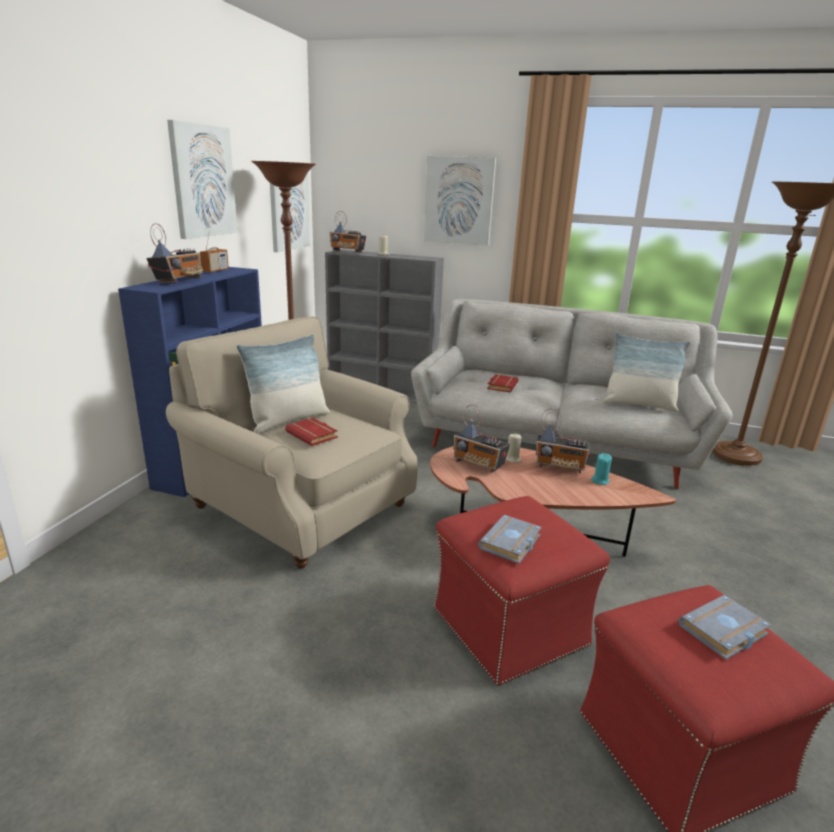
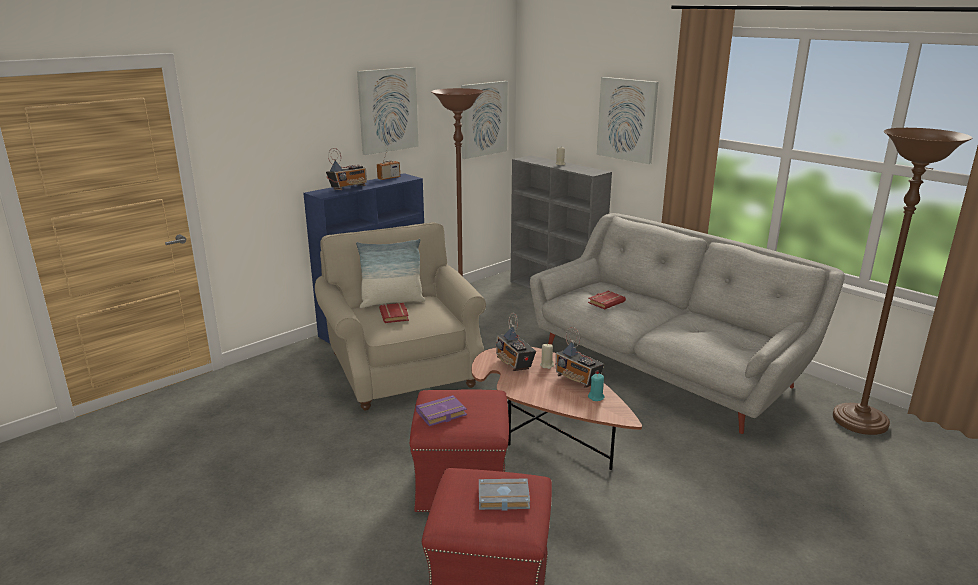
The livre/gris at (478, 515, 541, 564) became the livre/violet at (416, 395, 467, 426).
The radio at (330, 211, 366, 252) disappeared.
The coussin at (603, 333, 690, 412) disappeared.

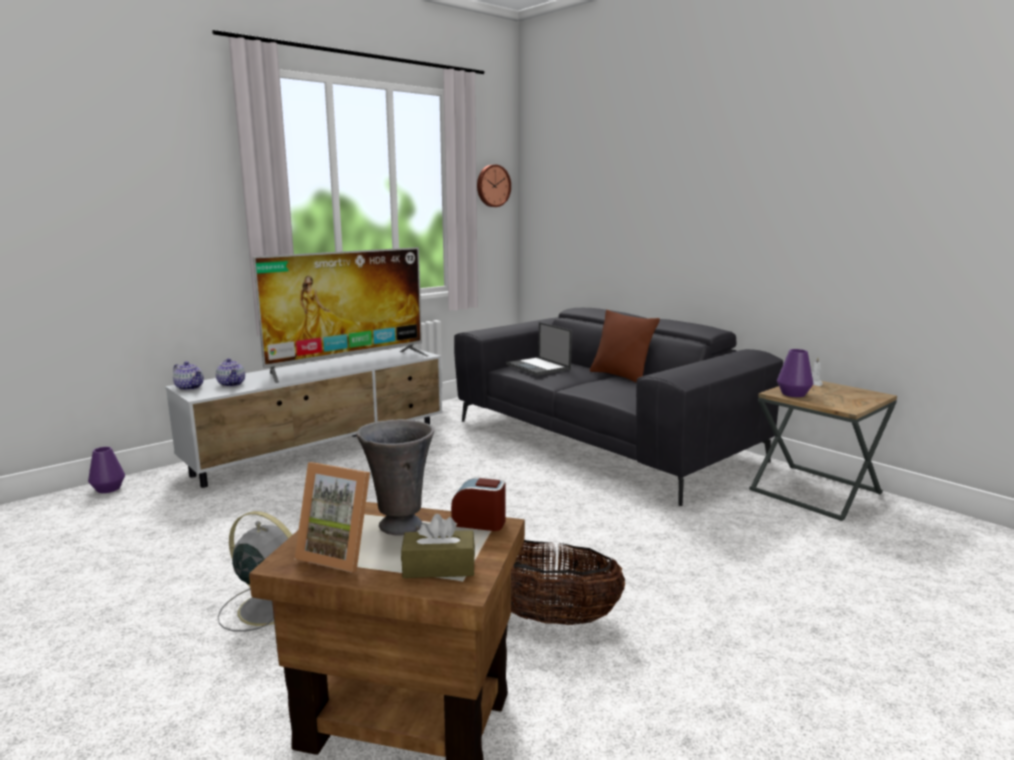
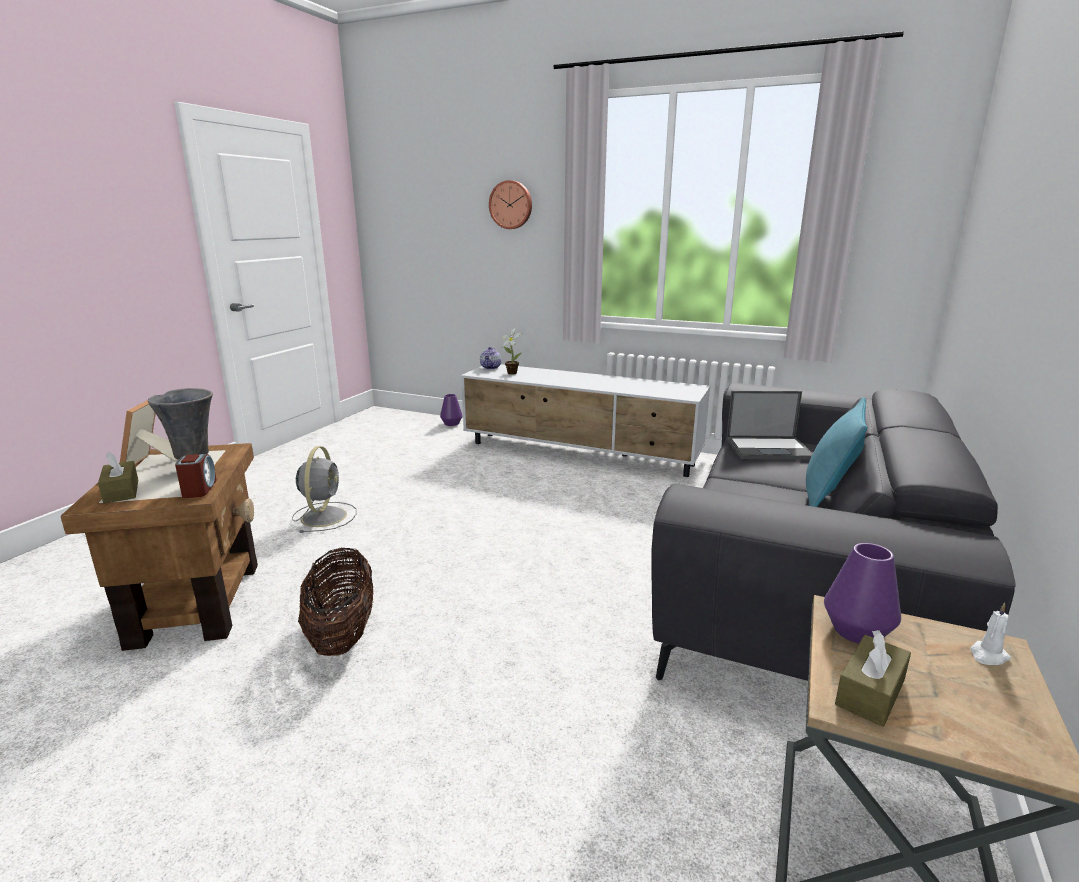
The horloge murale moved from (477, 165, 511, 207) to (489, 180, 532, 229).
The théière at (216, 358, 245, 387) was replaced by the plante en pot at (501, 328, 522, 375).
The ordinateur portable at (506, 322, 572, 376) turned 120 degrees counterclockwise.
The coussin/marron at (590, 310, 660, 383) became the coussin/turquoise at (806, 397, 867, 507).
The boîte à mouchoirs/marron at (835, 630, 911, 727) appeared.
The téléviseur at (253, 247, 428, 383) disappeared.

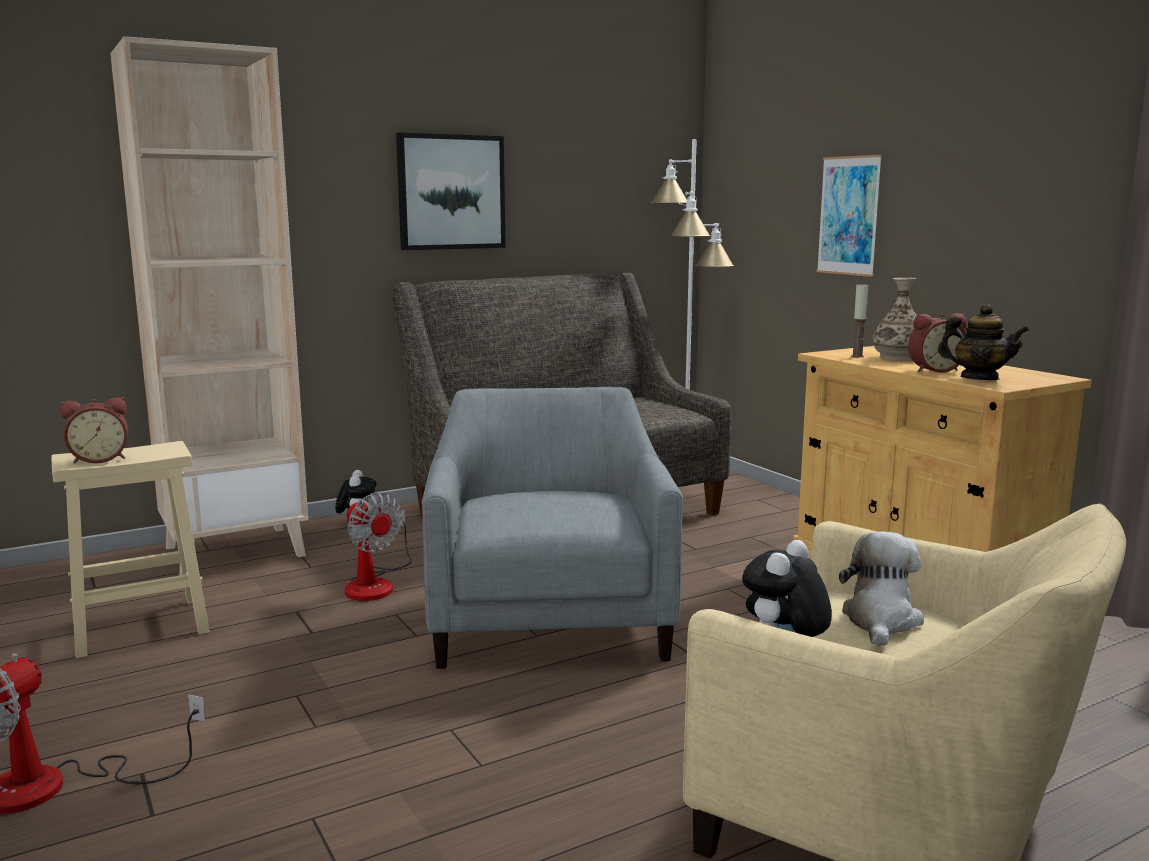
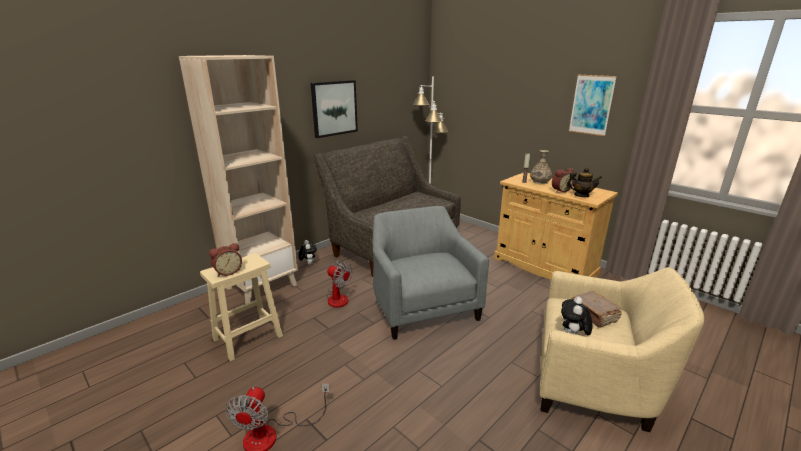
The tableau moved from (816, 154, 882, 277) to (569, 75, 617, 136).
The peluche at (839, 531, 924, 647) was replaced by the livre/marron at (572, 291, 622, 327).

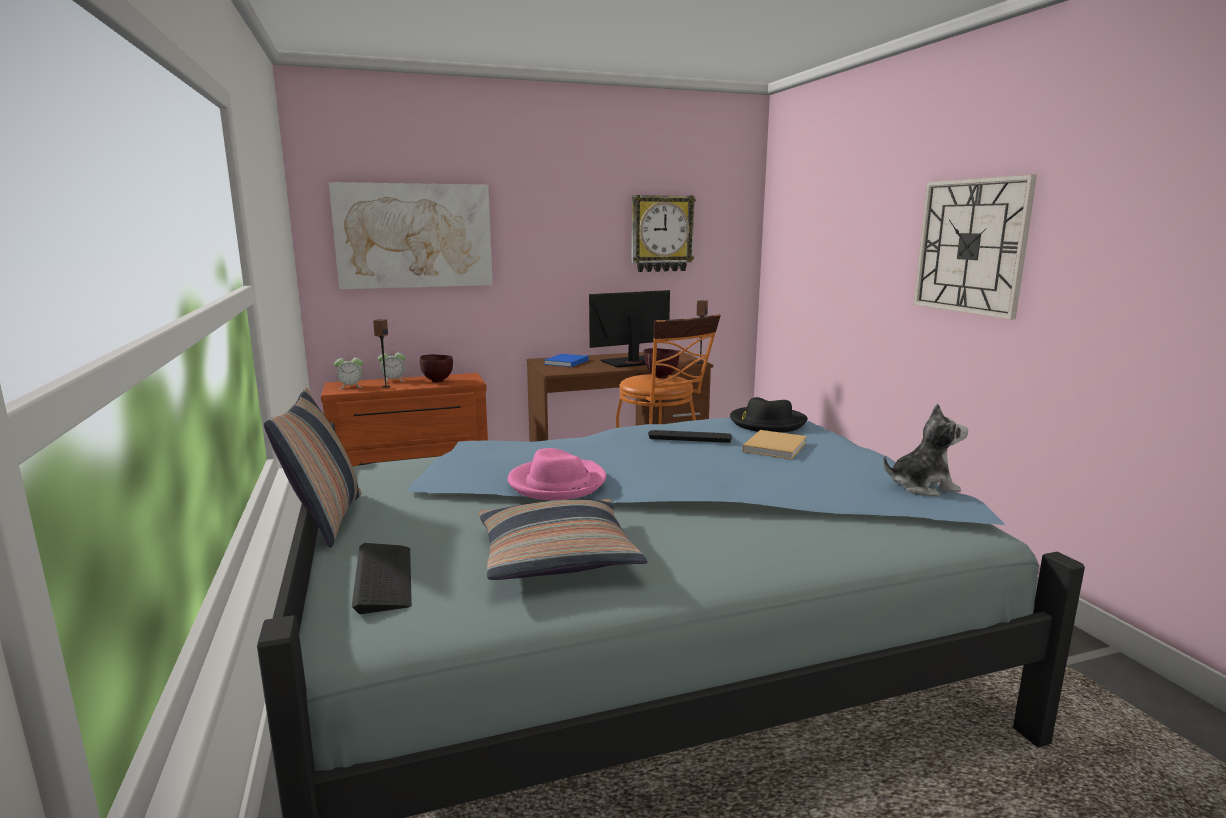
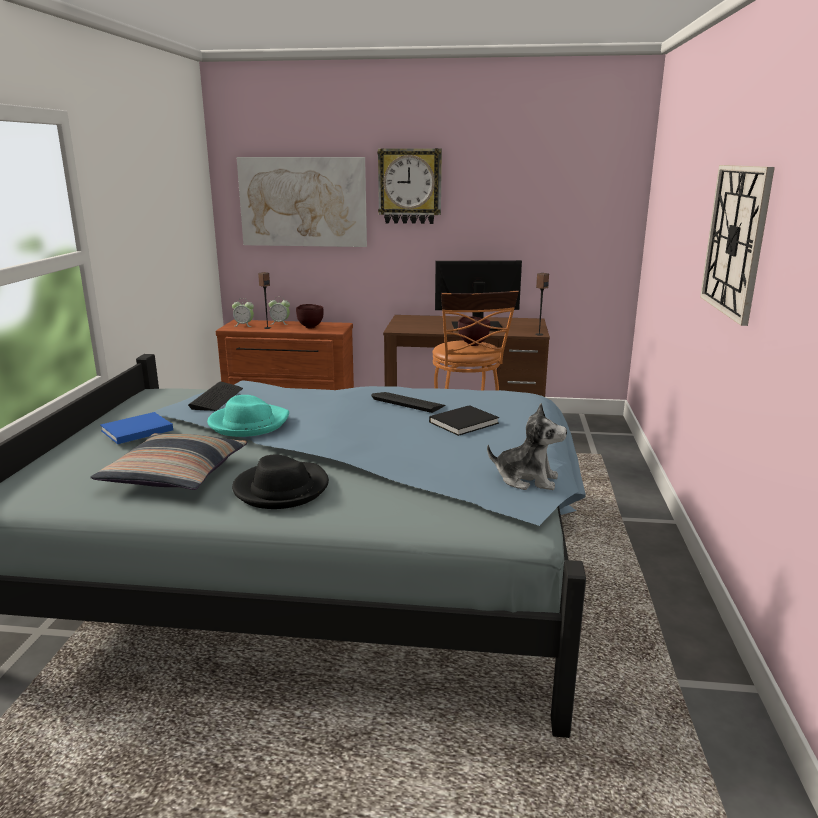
The livre/bleu moved from (544, 354, 589, 367) to (100, 412, 173, 444).
The clavier moved from (352, 543, 412, 614) to (188, 381, 243, 411).
The chapeau/rose at (508, 448, 606, 500) became the chapeau/turquoise at (207, 395, 289, 437).
The chapeau/noir moved from (730, 397, 808, 433) to (232, 454, 329, 509).
The horloge murale moved from (631, 195, 696, 272) to (377, 148, 442, 224).
The livre/beige at (743, 430, 807, 459) became the livre/noir at (429, 405, 499, 436).
The coussin at (264, 388, 361, 548) disappeared.

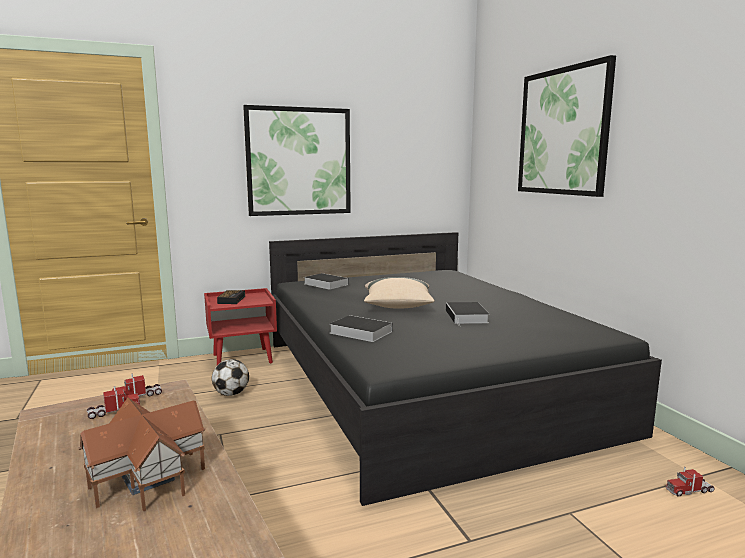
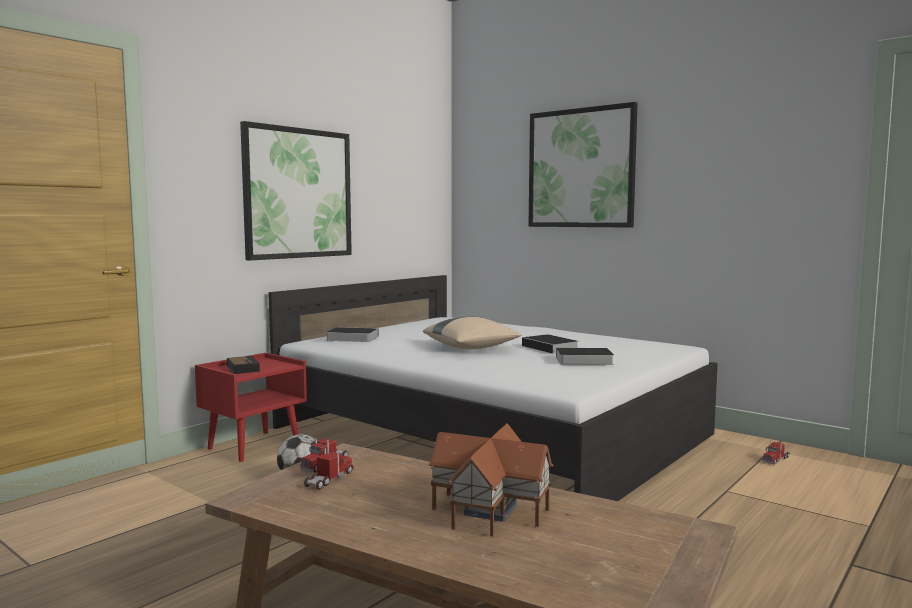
The lit/noir at (269, 232, 662, 506) became the lit/blanc at (268, 275, 718, 501).
The livre moved from (330, 315, 392, 342) to (548, 348, 614, 365).

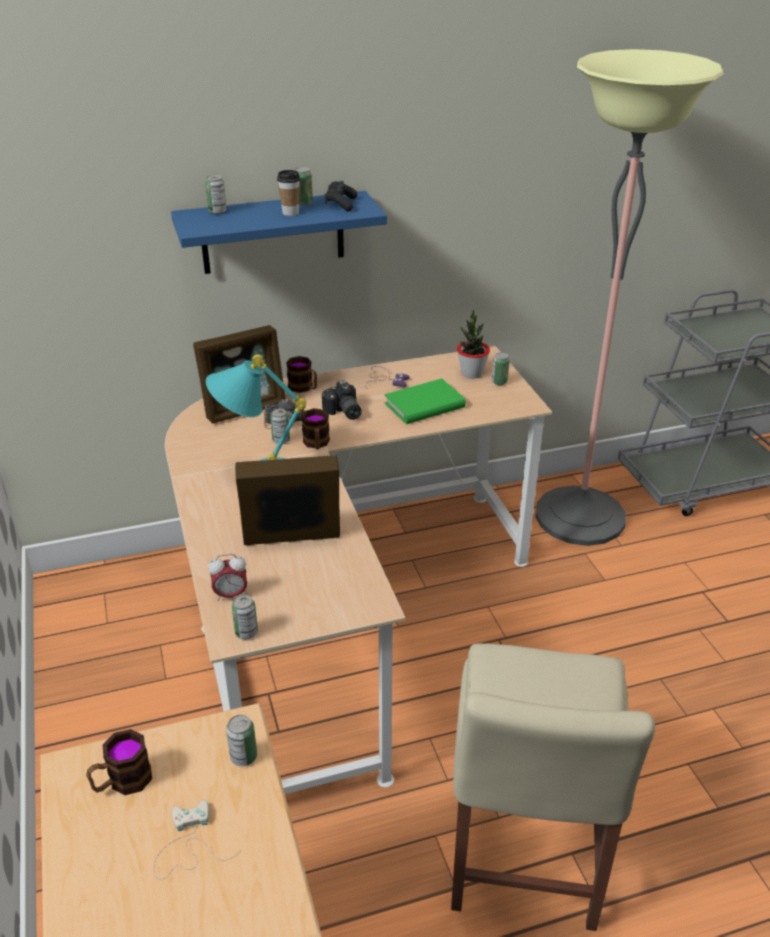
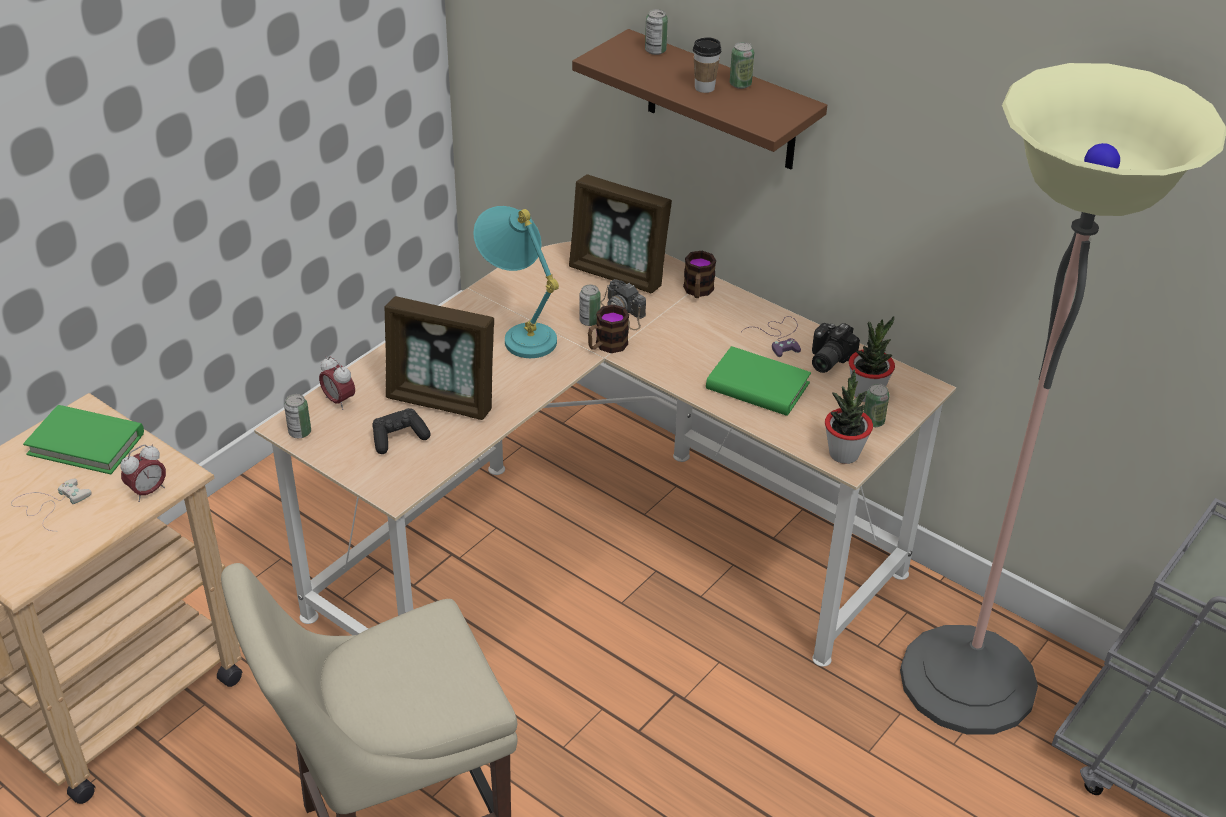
The mug at (86, 729, 152, 795) was replaced by the livre/vert at (23, 405, 144, 474).
The boîte métallique at (226, 715, 257, 766) was replaced by the réveil at (120, 444, 166, 502).
The manette/noir moved from (324, 181, 357, 211) to (372, 408, 431, 454).
The cadre photo at (235, 455, 340, 545) turned 150 degrees clockwise.
The étagère/bleu at (171, 191, 387, 274) became the étagère/marron at (572, 29, 827, 169).
The appareil photo moved from (322, 380, 362, 420) to (812, 323, 860, 373).
The plante en pot at (825, 369, 873, 464) appeared.

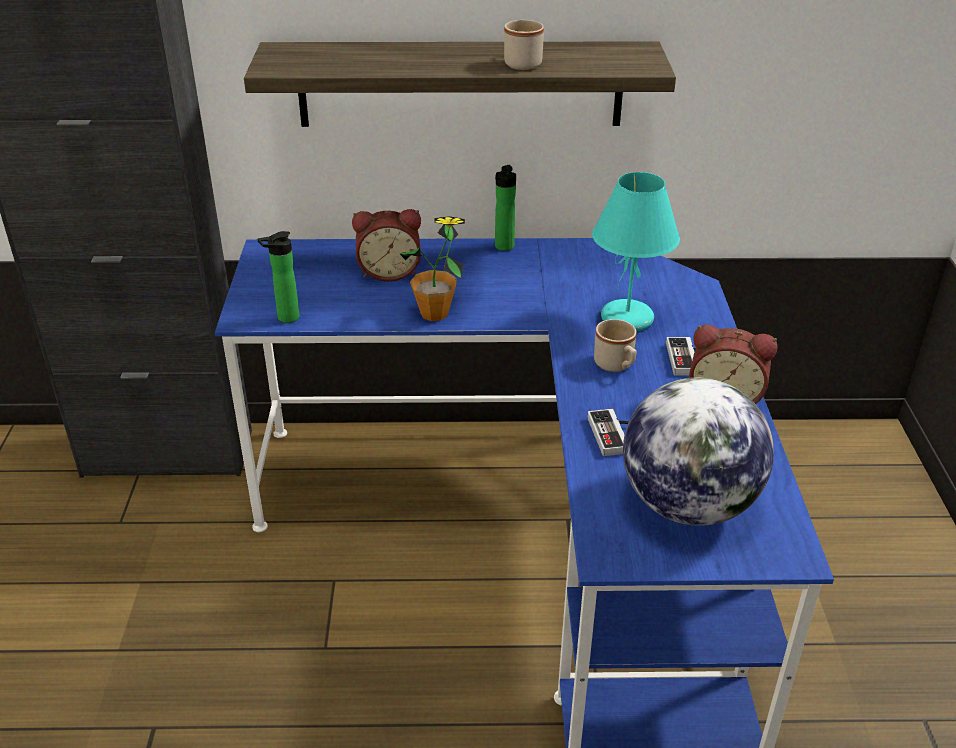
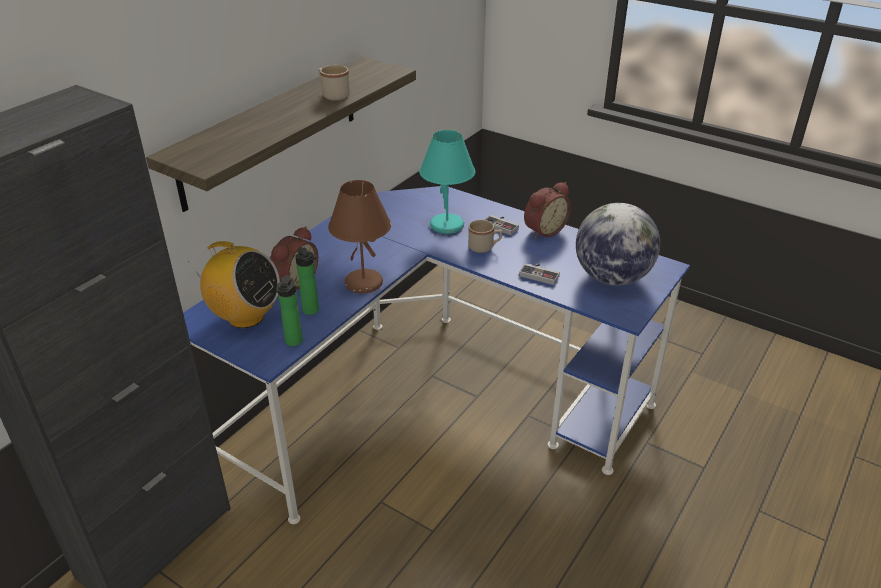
The radio at (188, 241, 280, 328) appeared.
The bouteille moved from (495, 165, 516, 251) to (295, 247, 319, 315).
The plante en pot at (400, 216, 465, 321) was replaced by the lampe de table/marron at (328, 180, 391, 293).

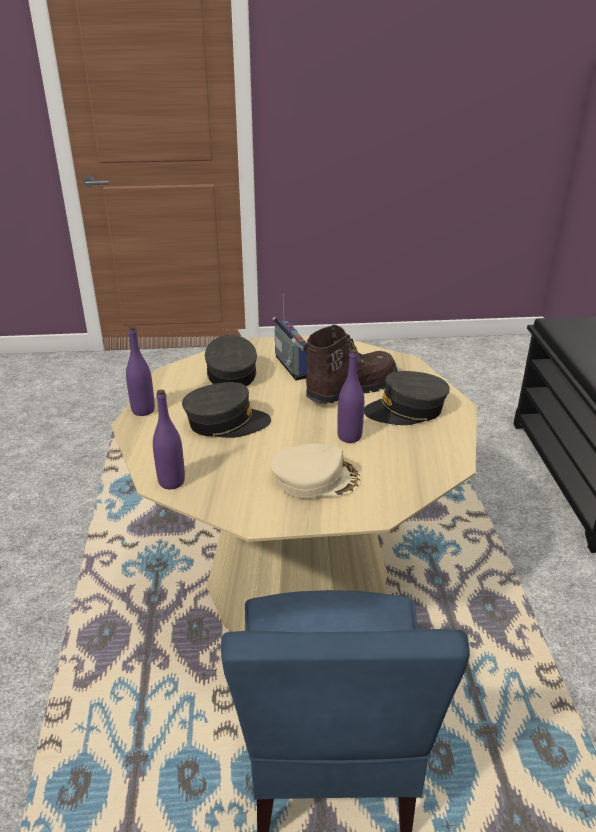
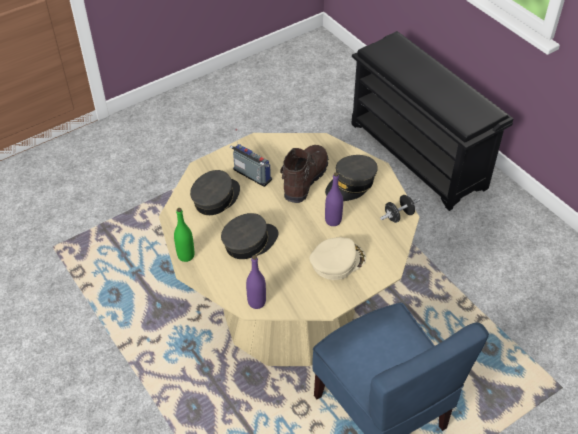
The bouteille/violet at (126, 326, 155, 416) became the bouteille/vert at (174, 208, 194, 262).
The casquette/gris at (205, 335, 257, 386) turned 75 degrees clockwise.
The haltère/noir at (380, 195, 420, 223) appeared.

